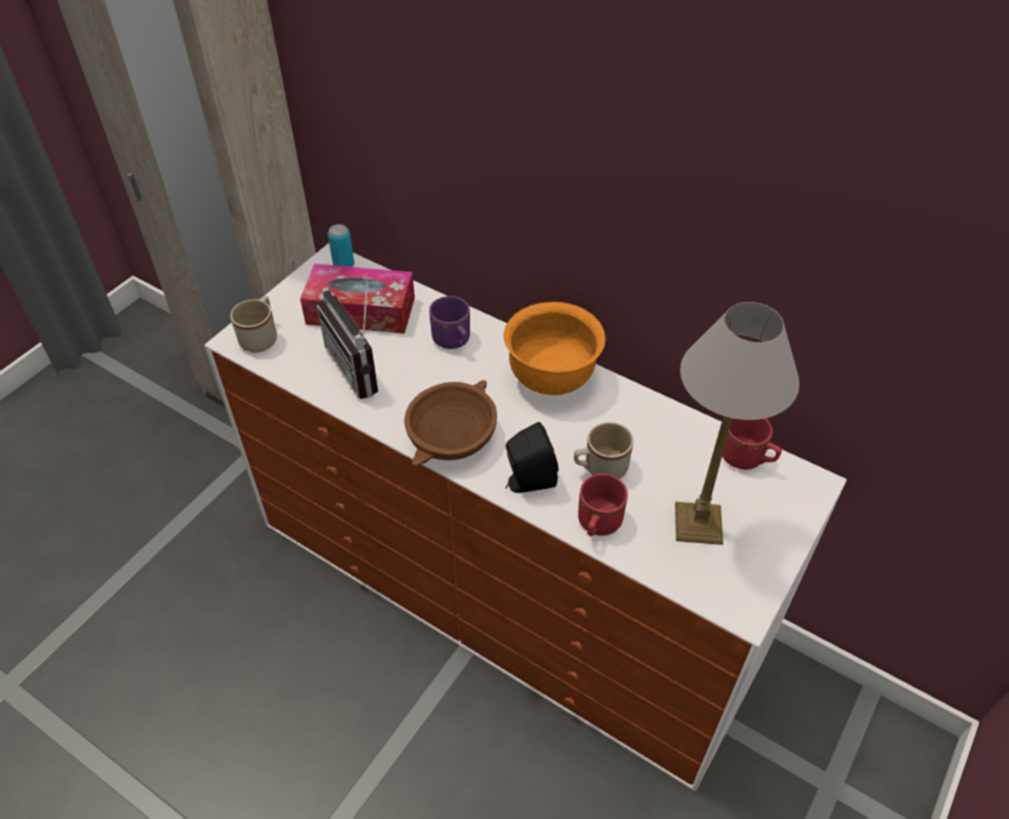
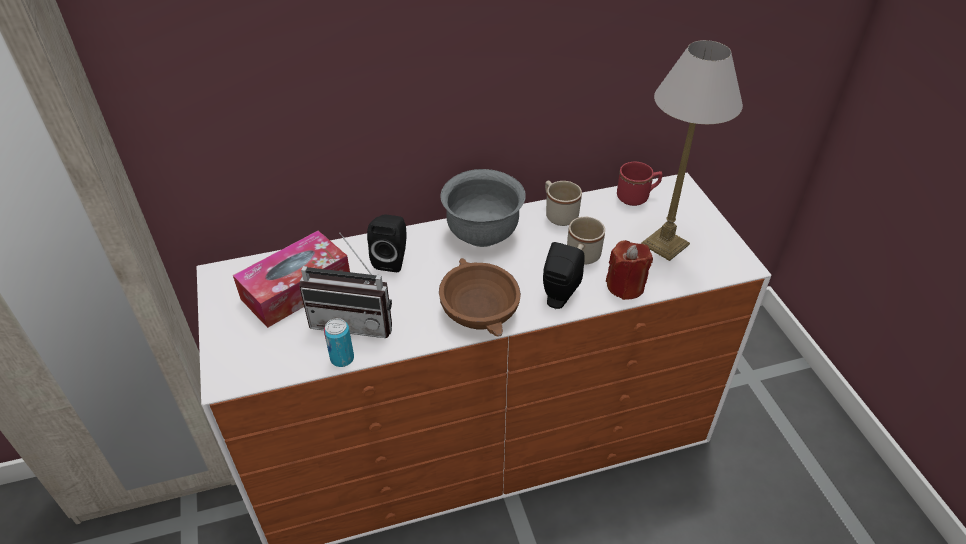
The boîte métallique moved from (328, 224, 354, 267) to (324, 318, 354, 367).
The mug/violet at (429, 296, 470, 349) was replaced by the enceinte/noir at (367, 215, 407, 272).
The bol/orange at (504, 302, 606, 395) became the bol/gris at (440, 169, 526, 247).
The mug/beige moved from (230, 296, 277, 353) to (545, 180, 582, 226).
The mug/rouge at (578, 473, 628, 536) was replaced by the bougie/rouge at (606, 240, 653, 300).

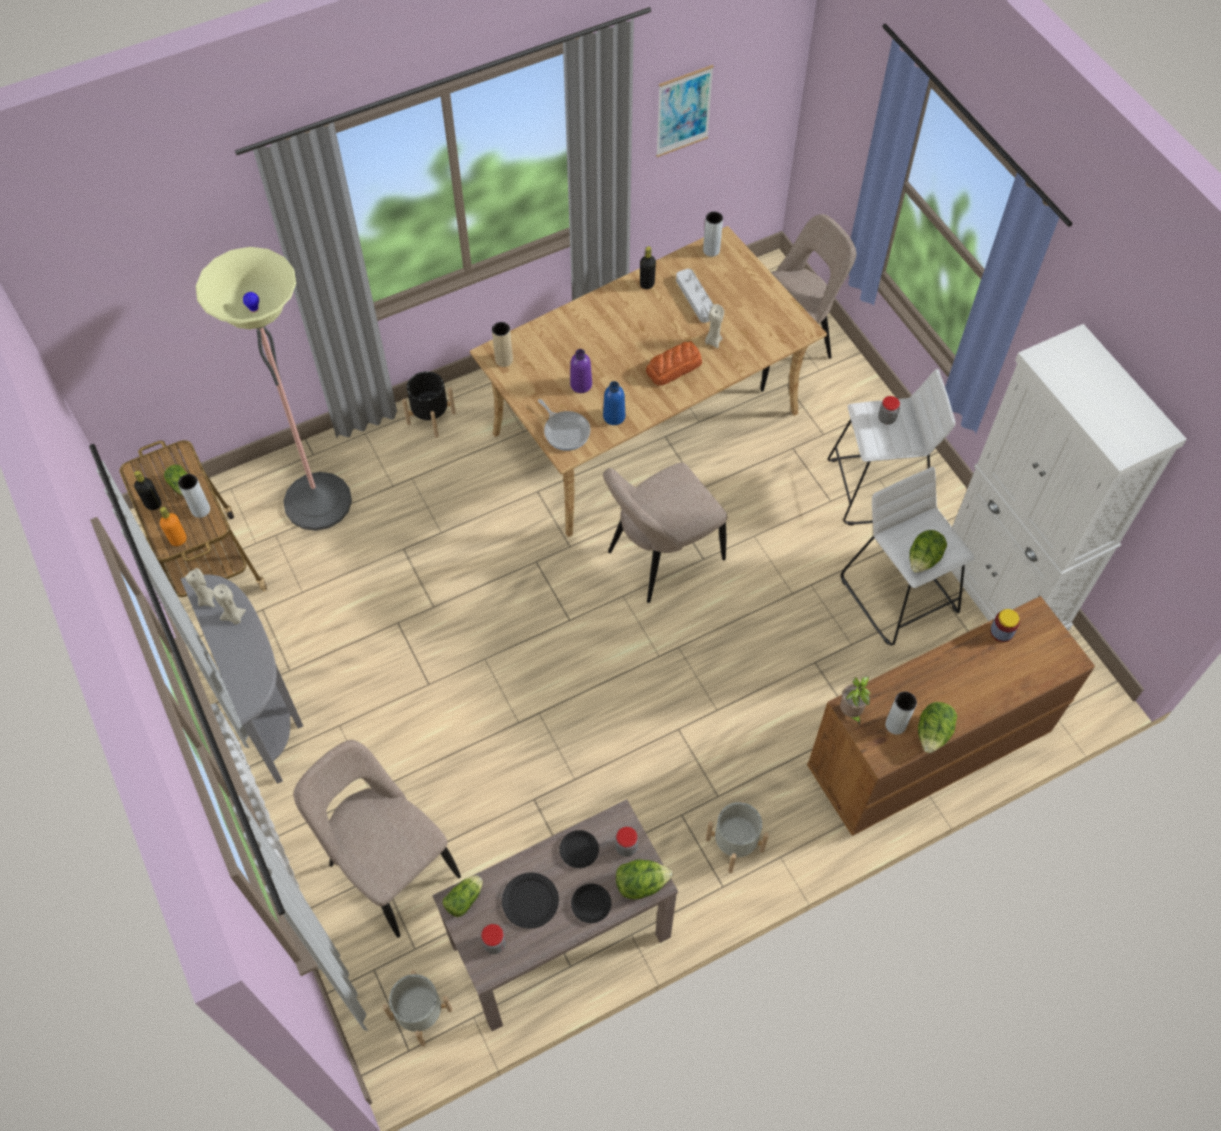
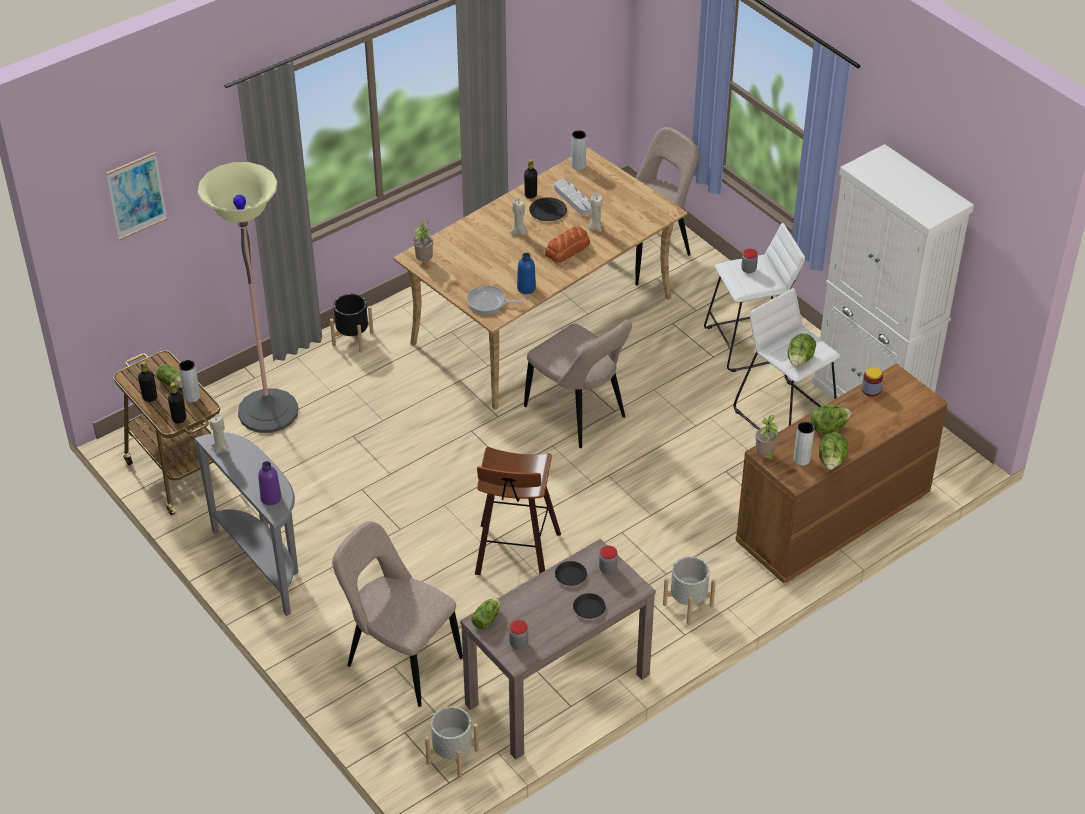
The tableau moved from (656, 65, 714, 157) to (106, 152, 167, 240).
The bouteille/orange at (160, 507, 187, 546) became the bouteille/noir at (168, 382, 186, 424).
The bouteille/violet moved from (570, 349, 592, 393) to (258, 461, 281, 505).
The vase/beige at (492, 322, 513, 367) was replaced by the plante en pot at (413, 219, 433, 261).
The poêle at (538, 399, 590, 451) turned 150 degrees clockwise.
The tabouret at (475, 447, 561, 575) appeared.
The bougie/beige moved from (213, 584, 246, 624) to (510, 198, 527, 235).
The chaise/beige at (603, 462, 727, 603) turned 90 degrees counterclockwise.
The assiette/noir moved from (502, 873, 559, 929) to (529, 197, 567, 221).
The laitue moved from (616, 859, 672, 900) to (811, 404, 852, 434).

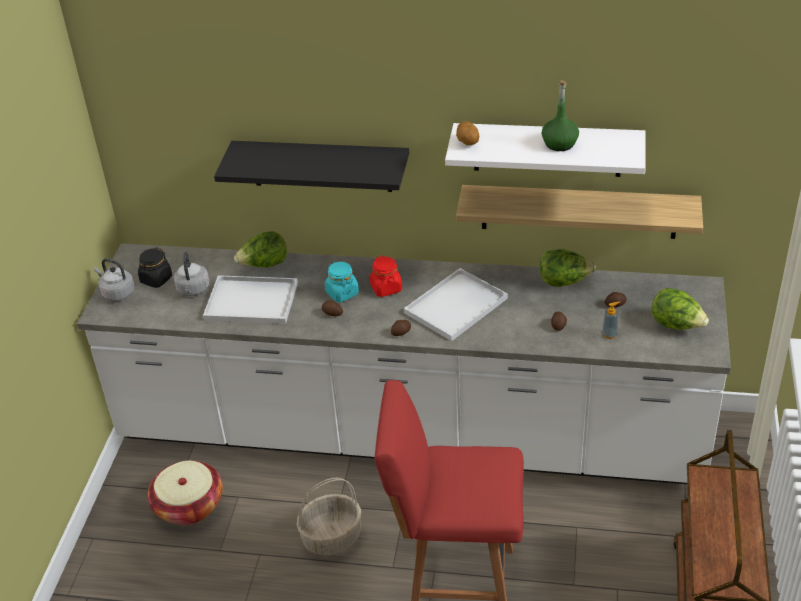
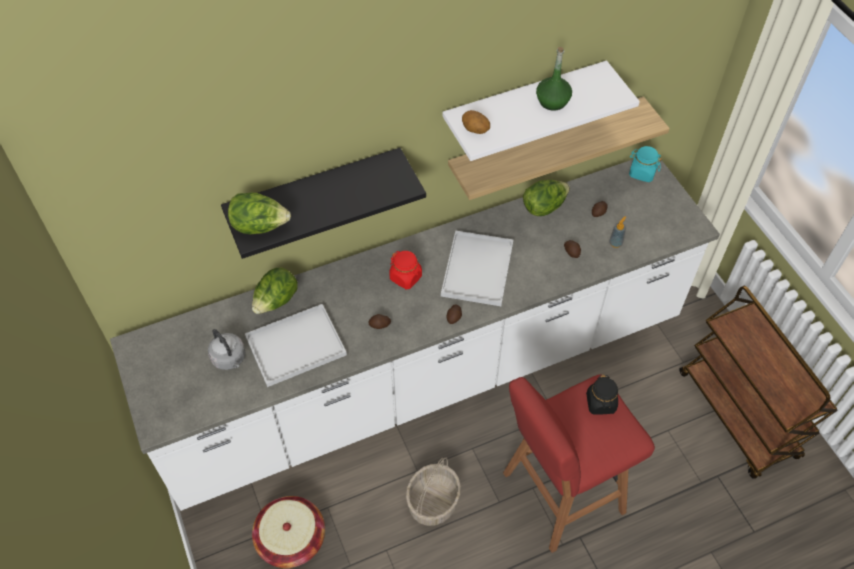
The laitue moved from (651, 288, 709, 330) to (228, 193, 291, 234).
The bocal/noir moved from (138, 247, 172, 288) to (586, 375, 618, 414).
The bocal/turquoise moved from (325, 262, 359, 302) to (629, 146, 662, 182).
The bouilloire/gris at (94, 258, 135, 301) disappeared.

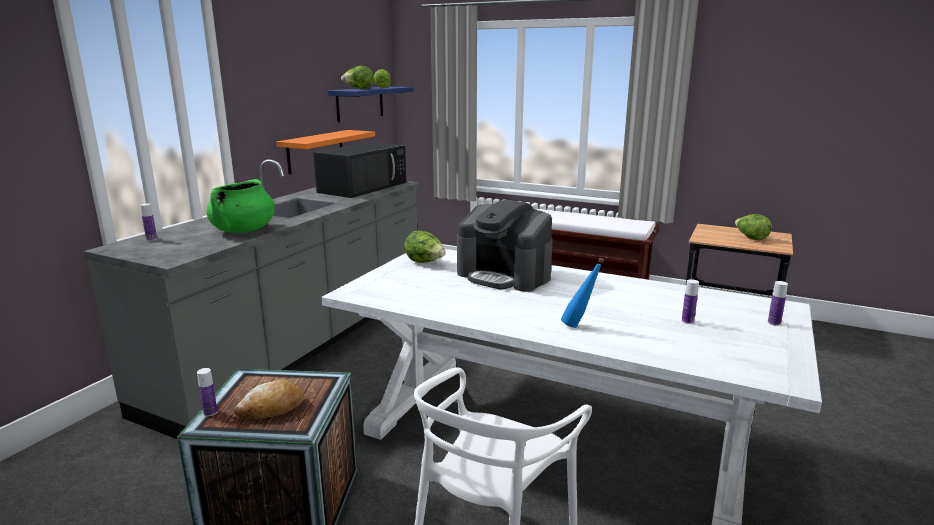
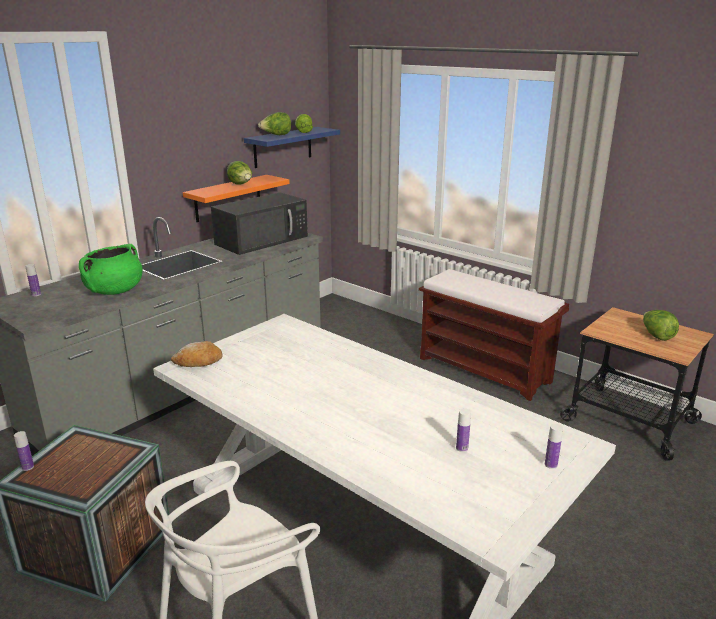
The pain moved from (233, 379, 304, 419) to (171, 341, 222, 367).
The laitue moved from (404, 231, 446, 263) to (227, 161, 252, 184).
The machine à café at (457, 200, 553, 292) disappeared.
The bouteille/bleu at (561, 258, 604, 328) disappeared.

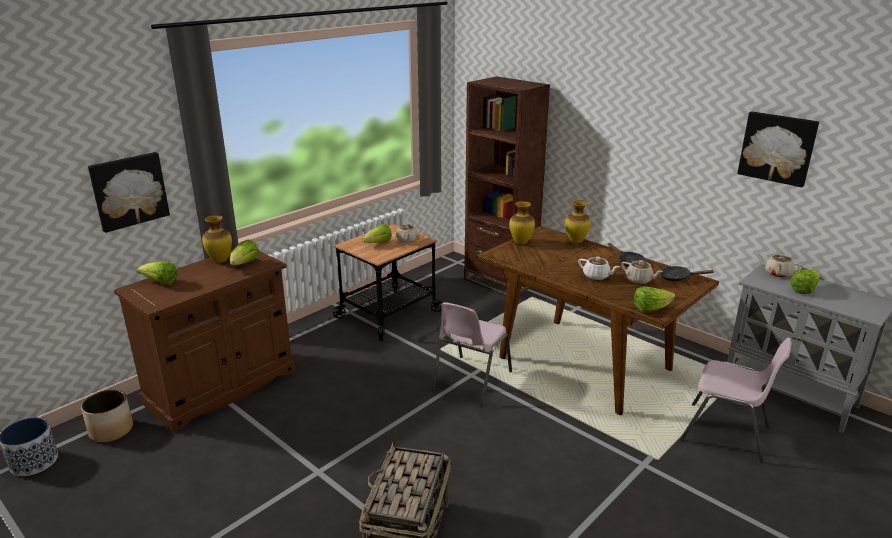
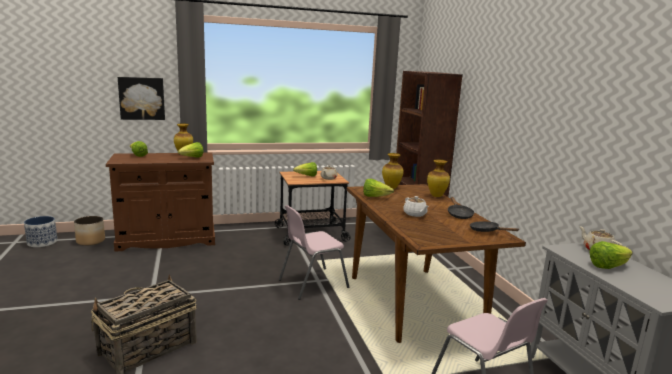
The laitue moved from (634, 286, 675, 312) to (363, 179, 394, 197).
The théière/beige at (621, 260, 663, 284) disappeared.
The tableau at (737, 111, 819, 187) disappeared.

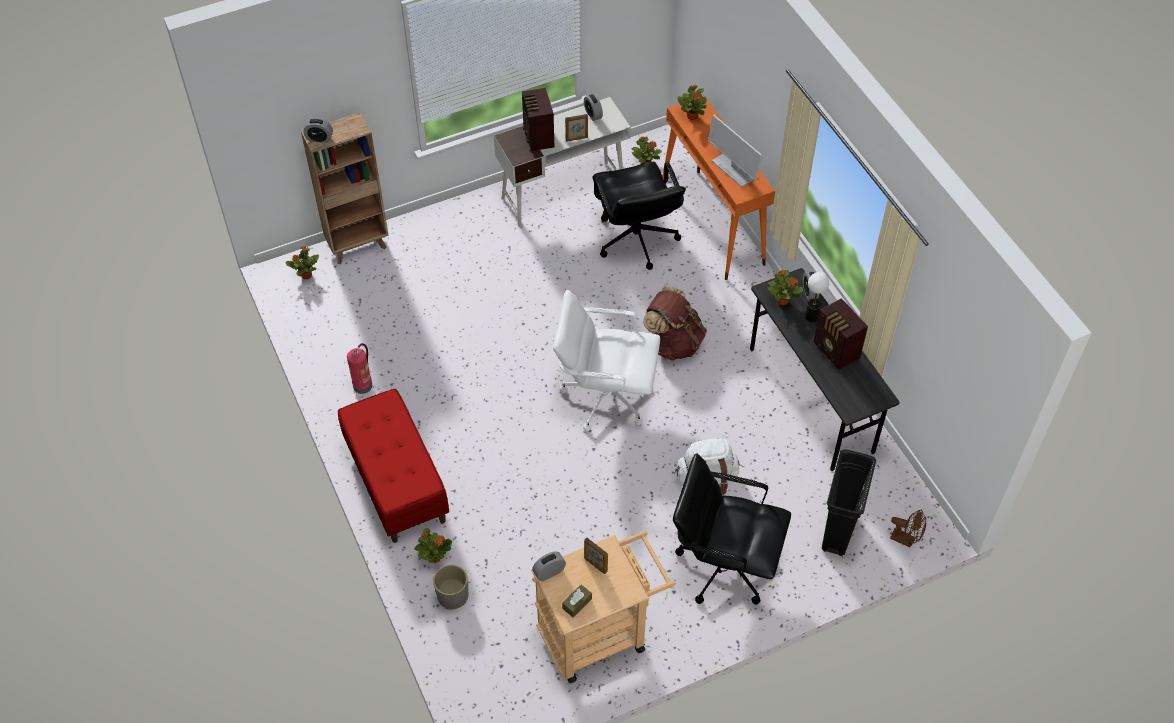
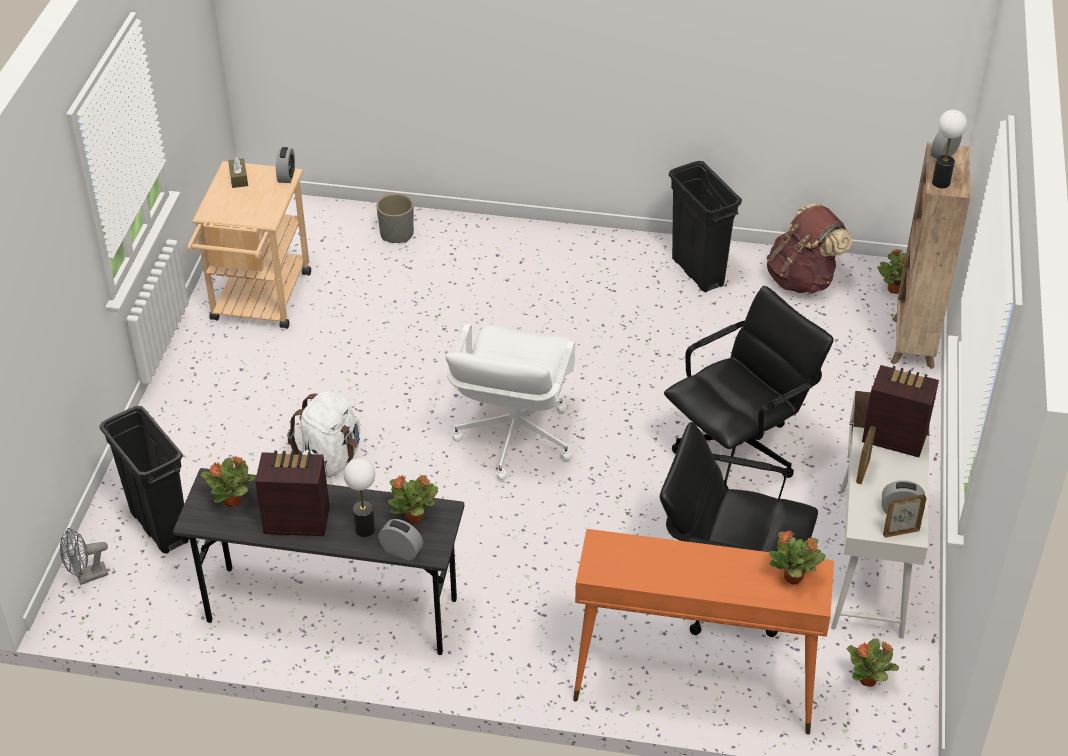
The ventilateur/marron at (890, 509, 926, 548) became the ventilateur/gris at (60, 528, 108, 585).
The plante en pot moved from (415, 528, 452, 563) to (200, 456, 255, 507).
The chaise de bureau/blanc at (553, 290, 660, 432) turned 150 degrees clockwise.
The chaise de bureau/noir moved from (673, 454, 791, 605) to (664, 286, 834, 490).
The extincteur at (347, 343, 372, 394) was replaced by the poubelle/noir at (669, 161, 742, 292).
The sac à dos/marron moved from (643, 287, 707, 361) to (767, 203, 852, 294).
The cadre photo moved from (584, 537, 608, 574) to (883, 494, 927, 538).
The lampe de table at (932, 110, 967, 188) appeared.
The banc/rouge at (338, 389, 449, 543) disappeared.
The écran d'ordinateur at (708, 115, 762, 187) disappeared.

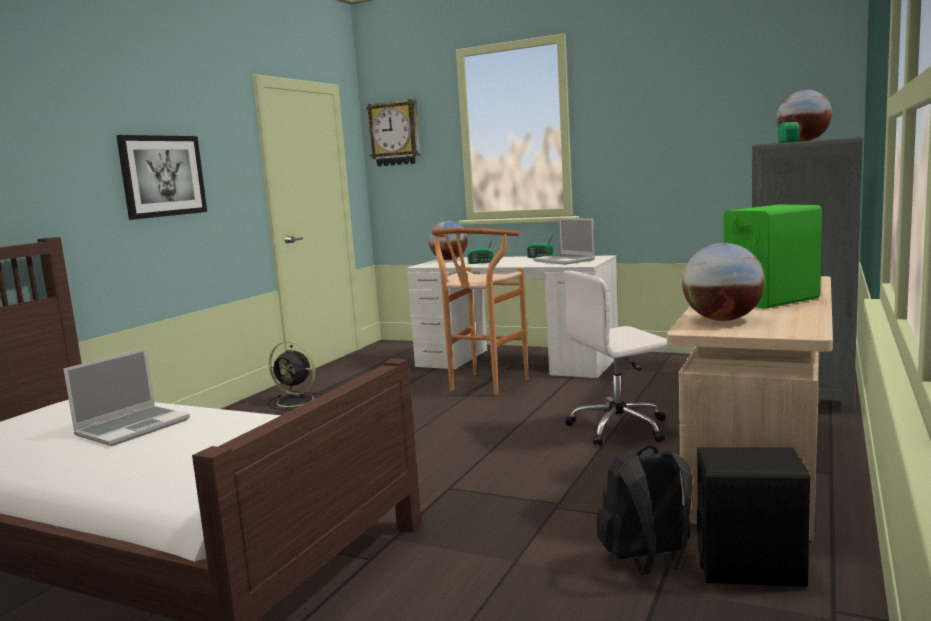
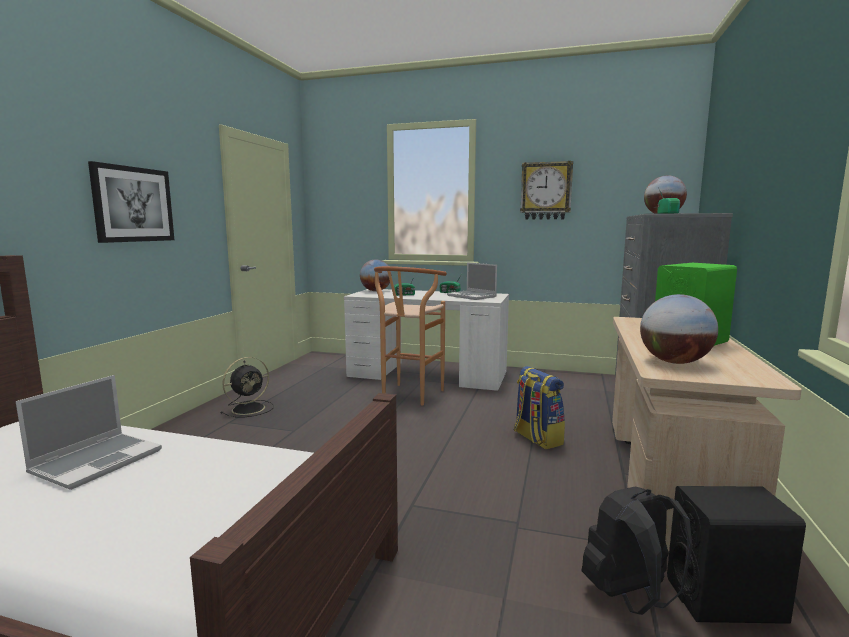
The ventilateur/noir at (268, 341, 322, 410) turned 60 degrees counterclockwise.
The chaise de bureau/blanc at (563, 271, 673, 446) was replaced by the sac à dos at (514, 366, 565, 449).
The horloge murale moved from (366, 99, 420, 166) to (520, 161, 573, 220).

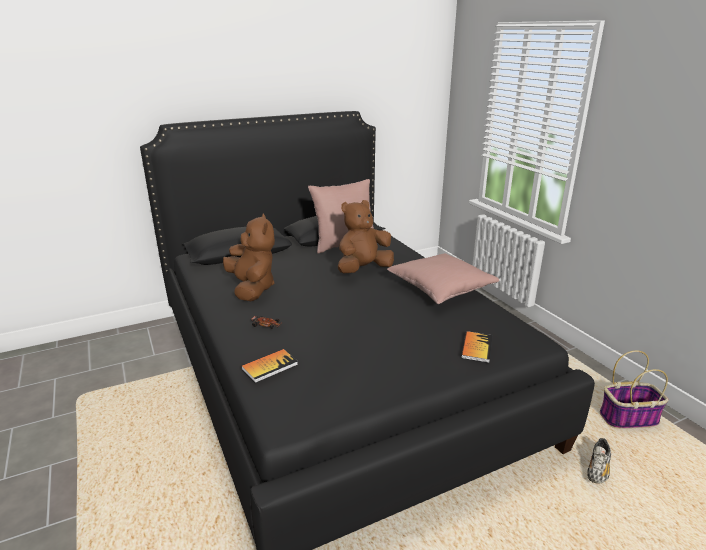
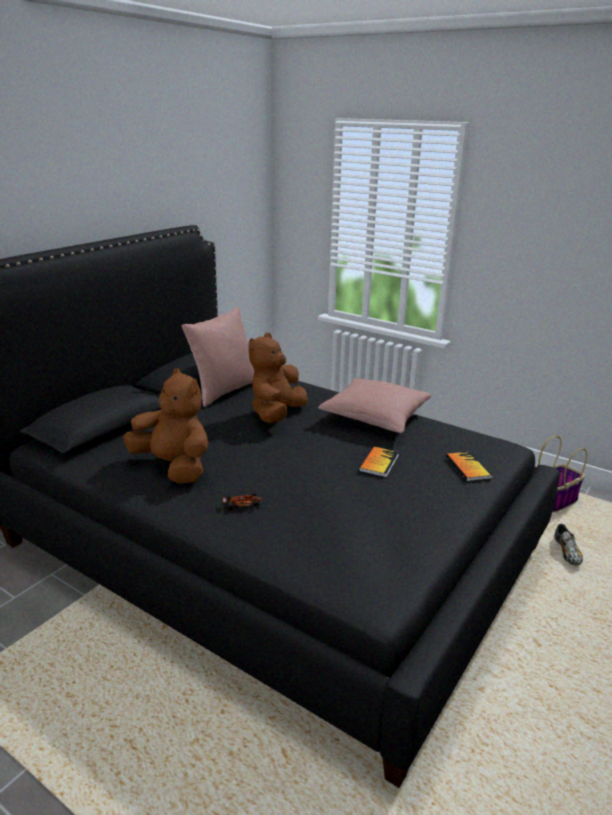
The livre moved from (241, 349, 298, 383) to (359, 447, 399, 477).

